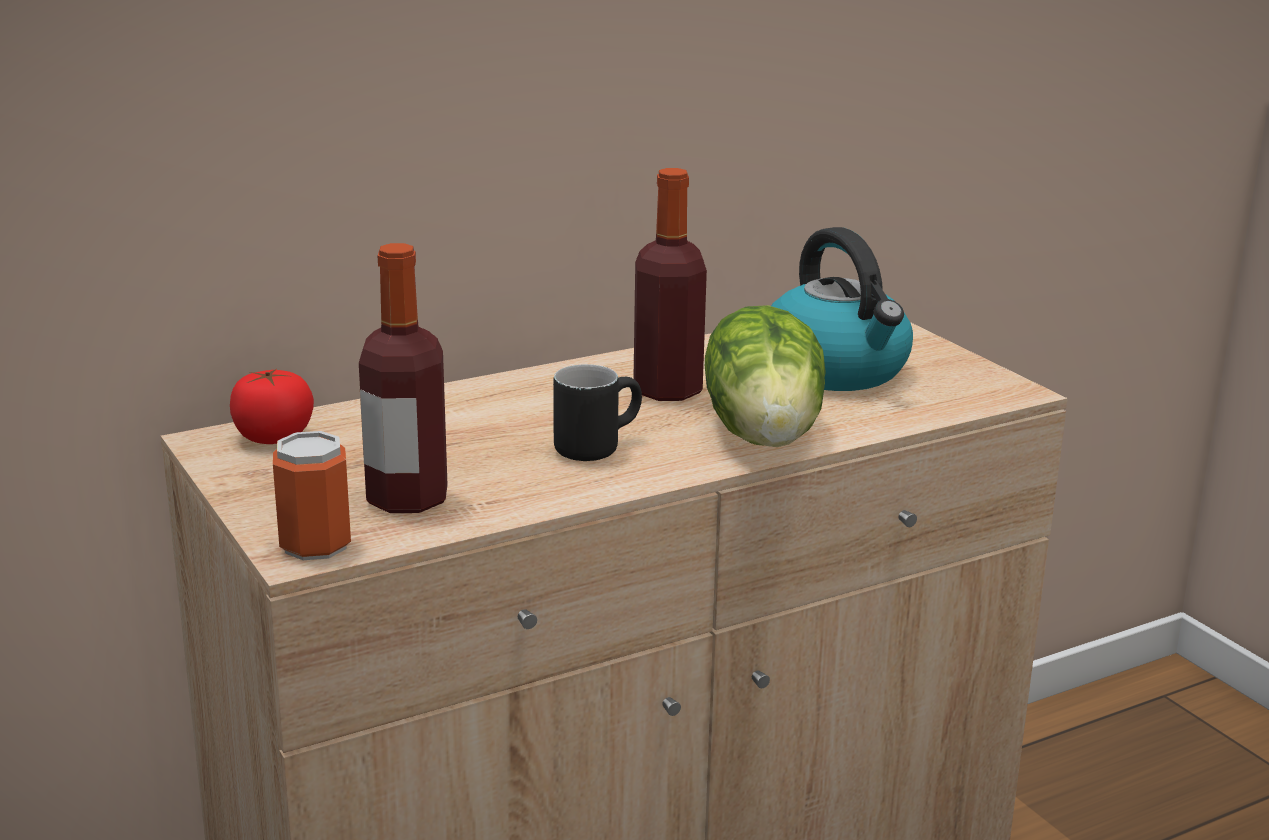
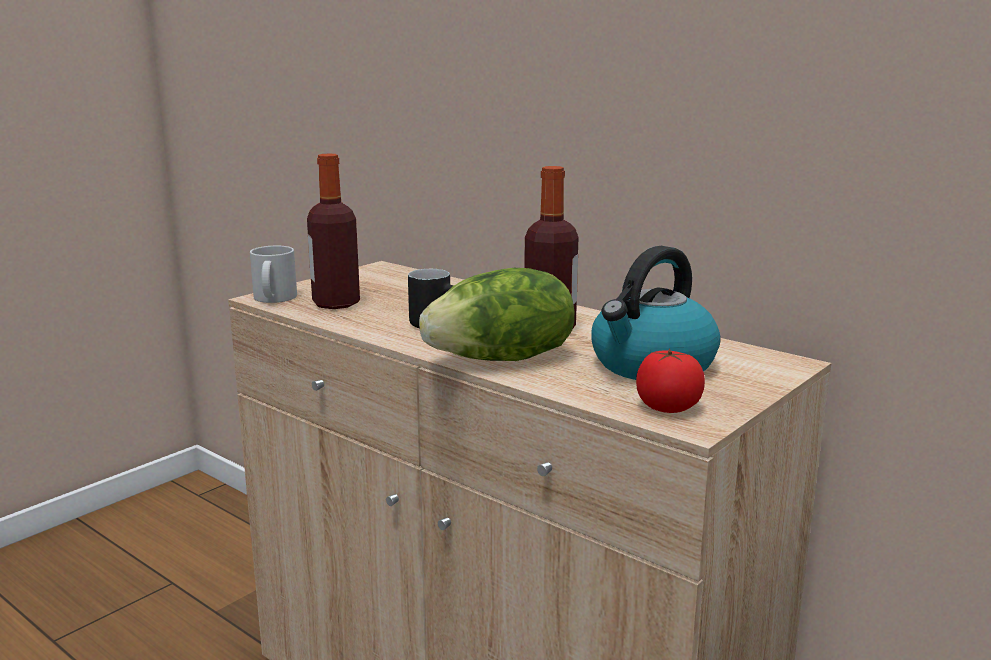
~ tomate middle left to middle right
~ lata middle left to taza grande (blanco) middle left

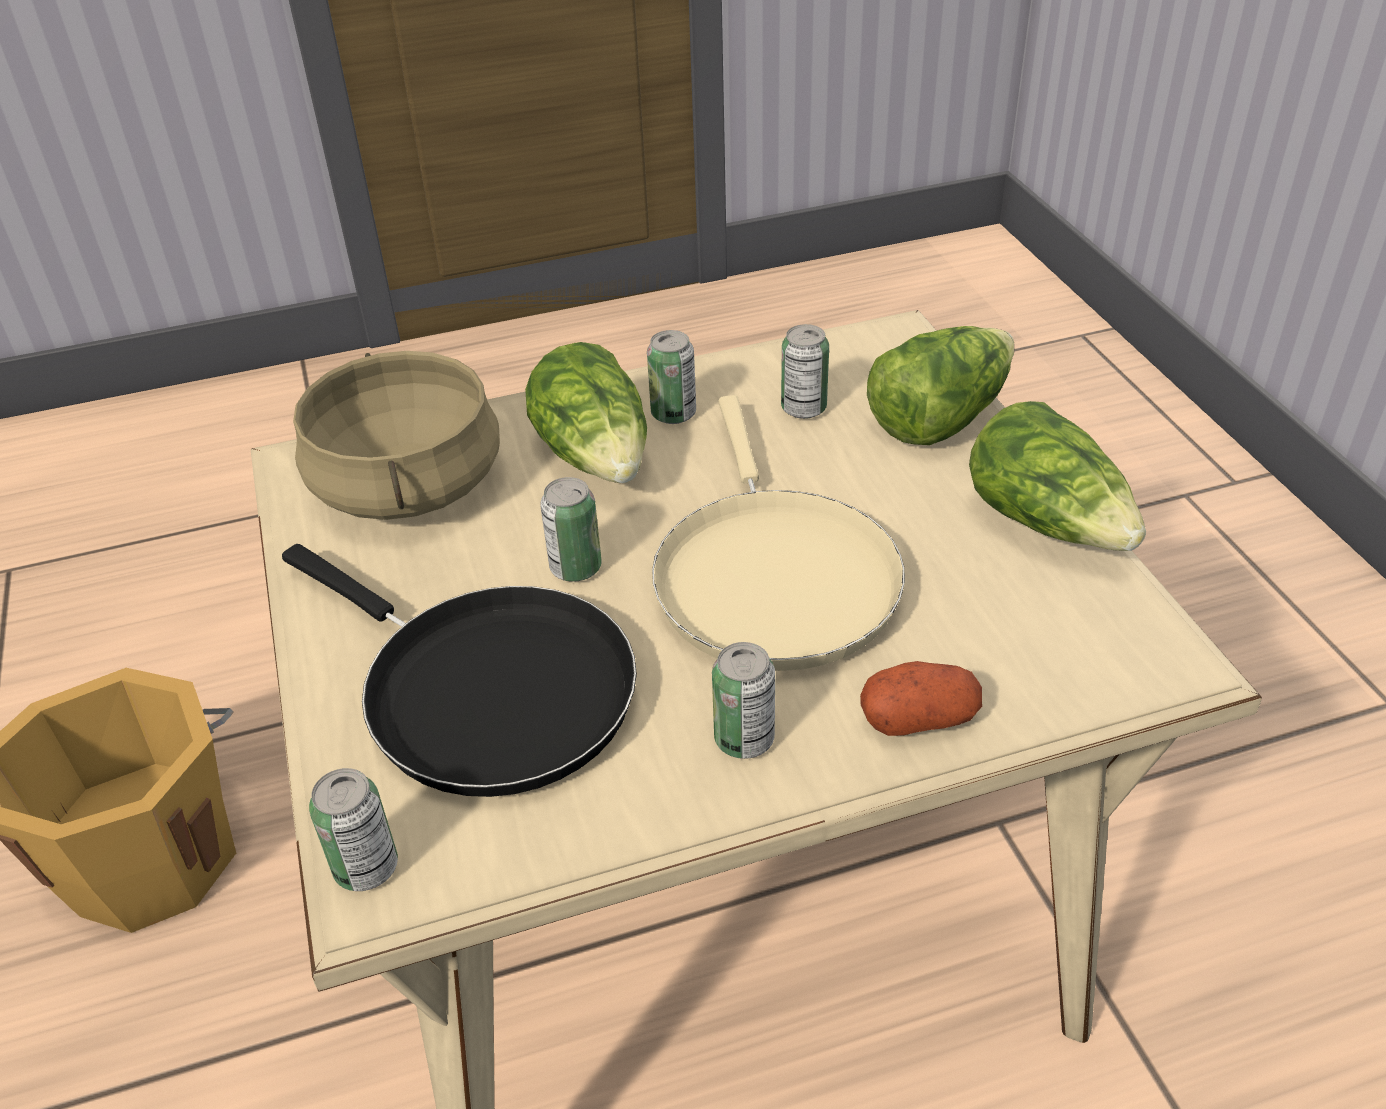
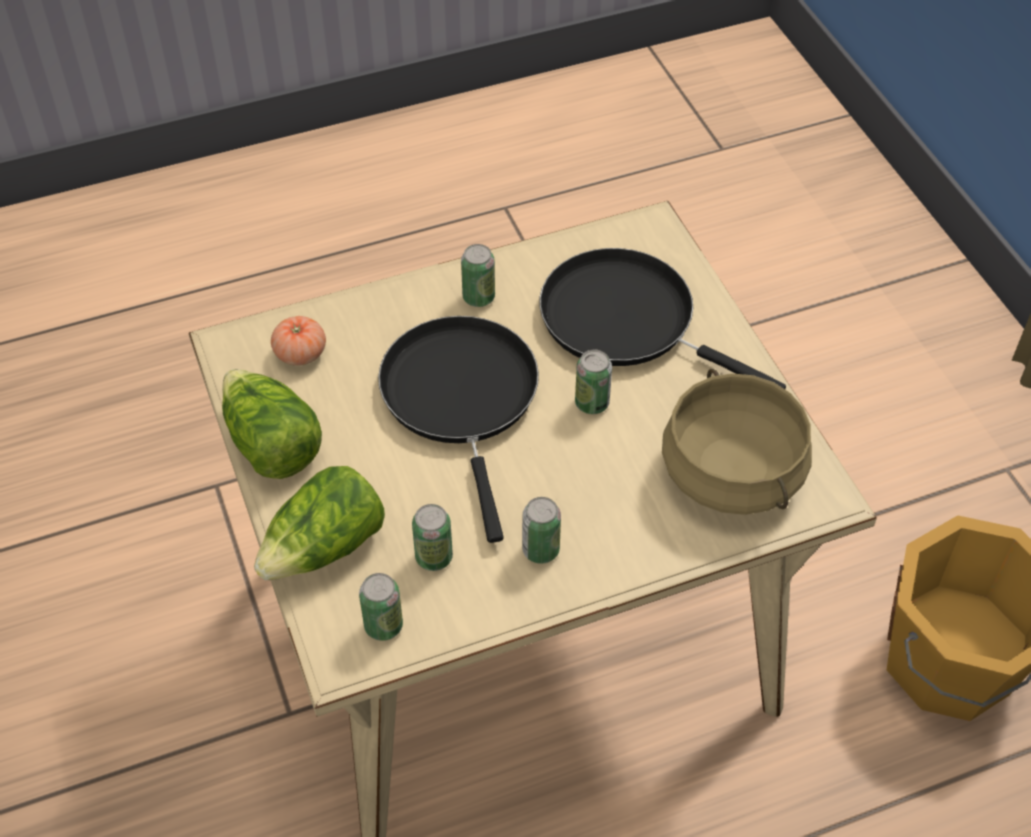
- lechuga (no. 1 from left) centre
- patata centre
+ tomate middle left
~ lata (no. 1 from left) bottom left to bottom centre
~ sartén (beis) centre to sartén (negro) (no. 1 from left) centre

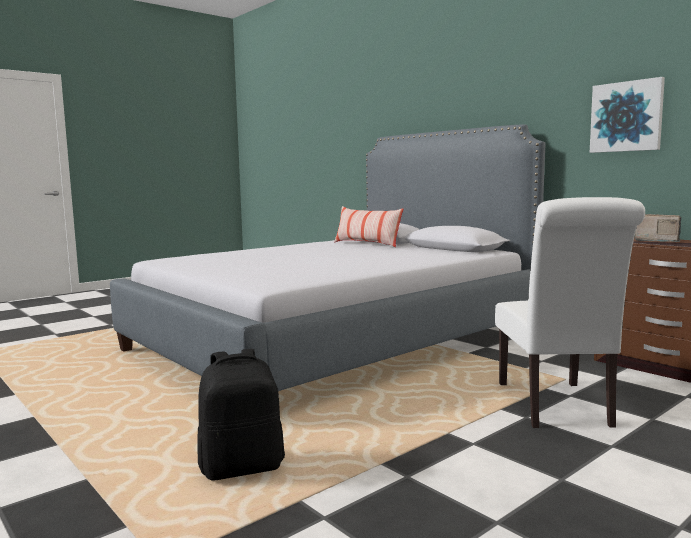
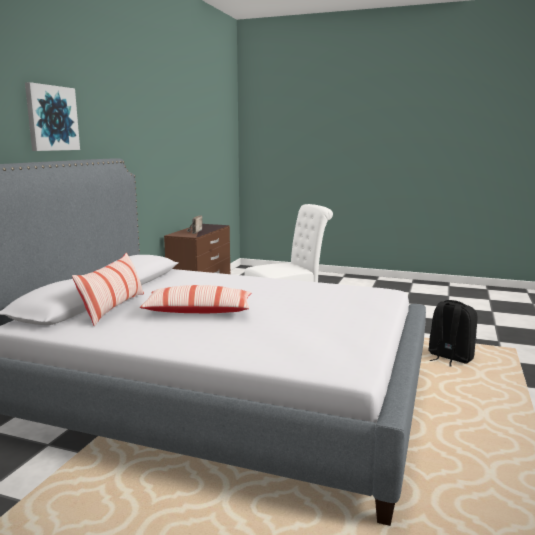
+ cojín (no. 2 from left) centre
~ cuadro top right to top left

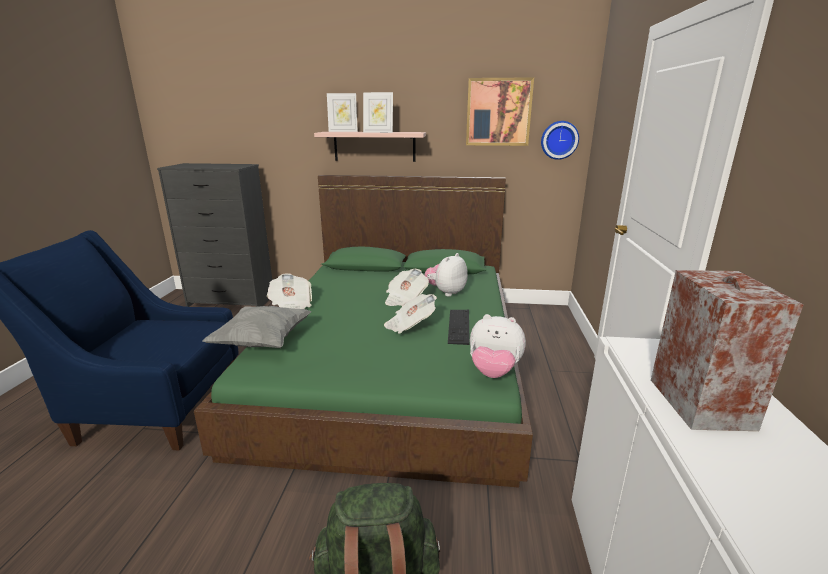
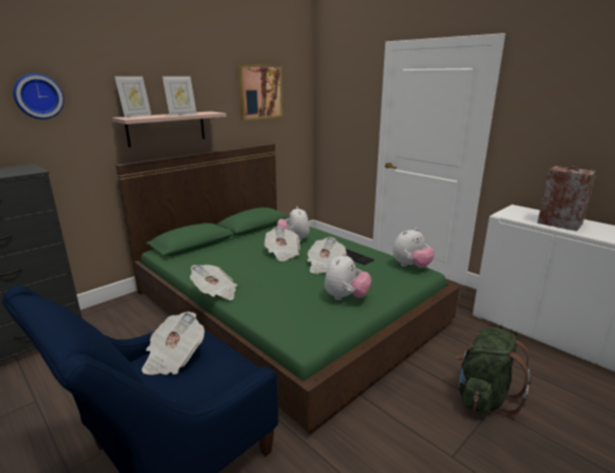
- cojín (gris) middle left
+ periódico (no. 1 from left) bottom left
+ peluche (no. 2 from left) centre
~ reloj de pared top right to top left

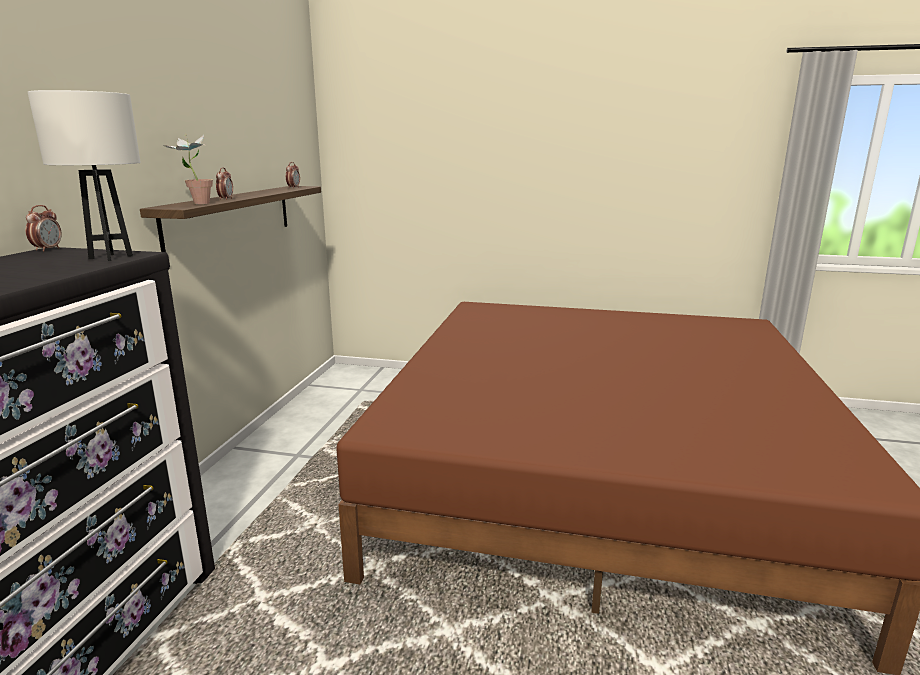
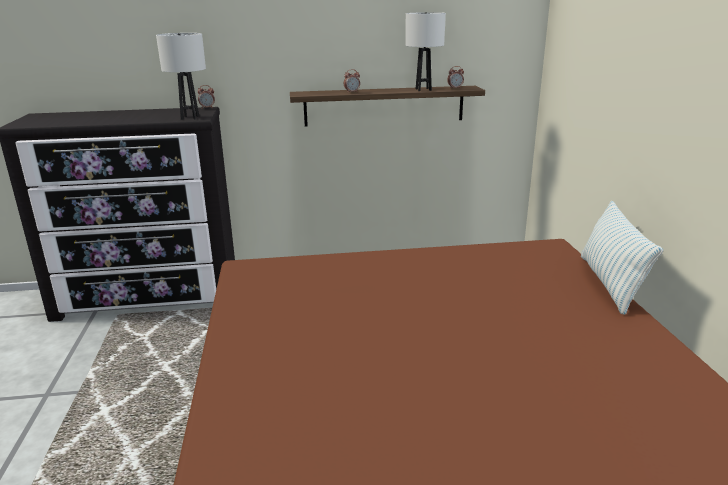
- planta en maceta top left
+ lámpara de mesa (blanco) (no. 2 from left) top centre
+ cojín middle right

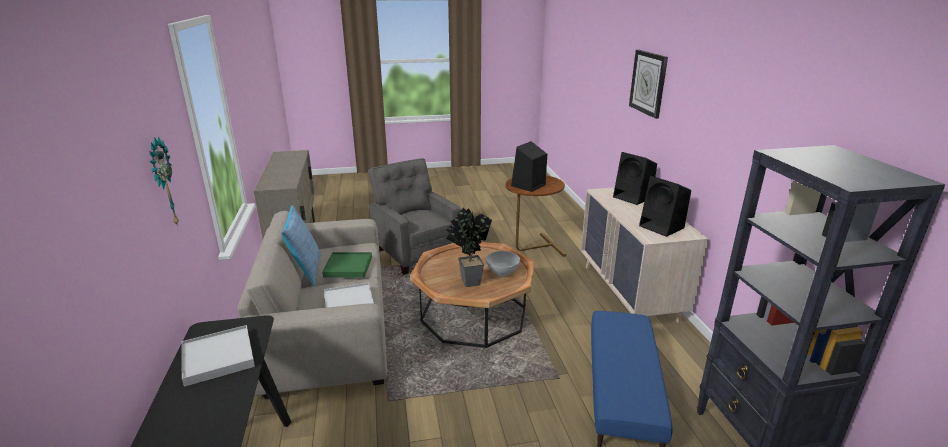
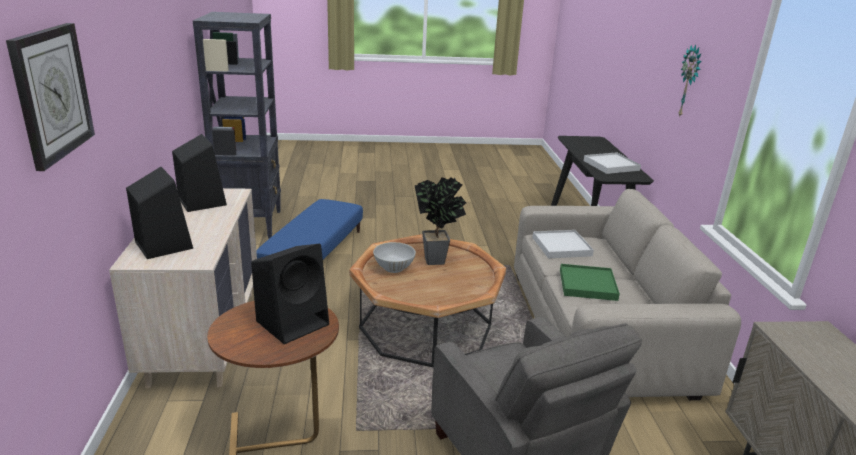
- cojín middle left

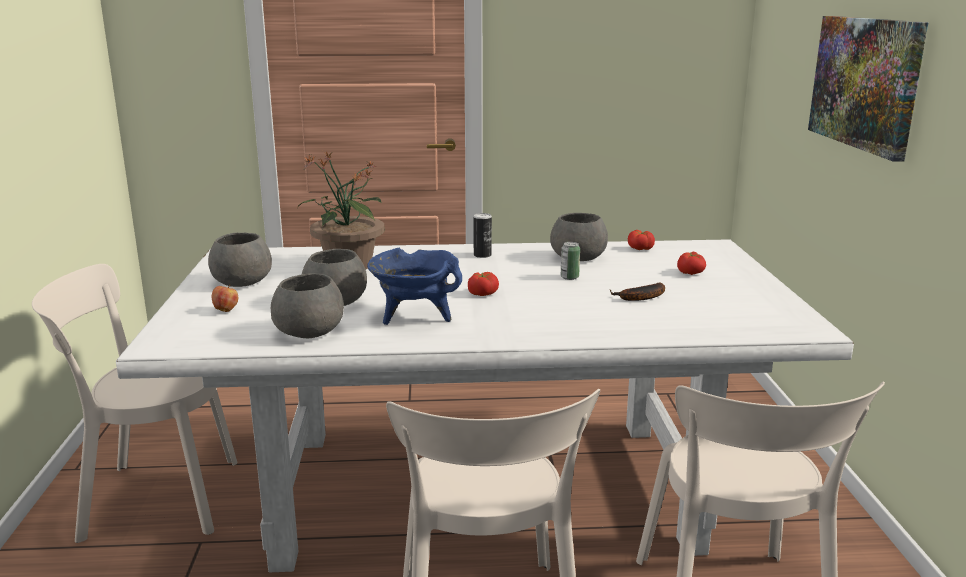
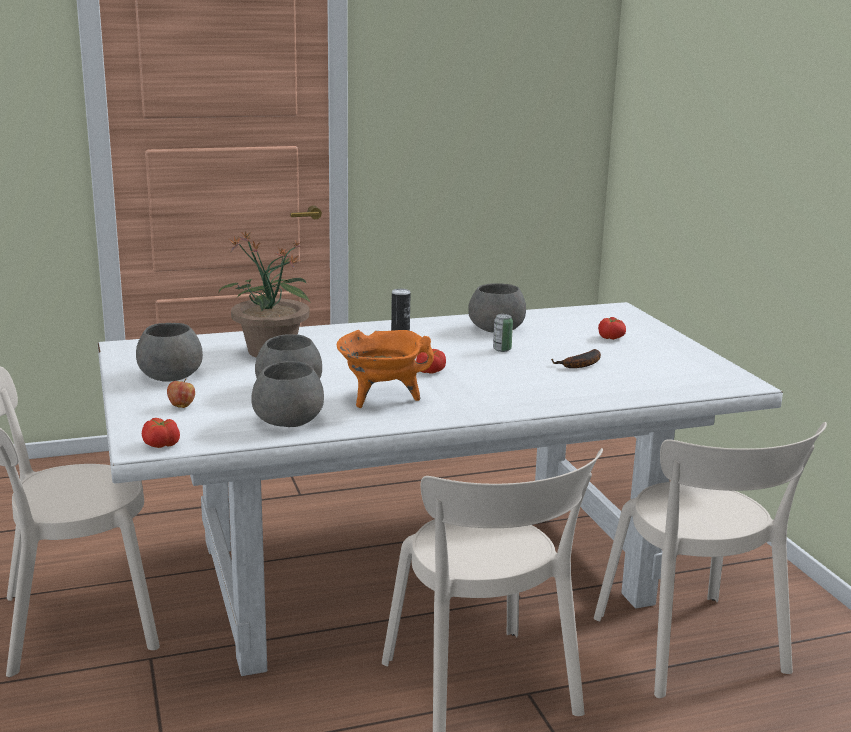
- cuadro top right
~ tomate (no. 2 from left in the first image) centre to tomate (no. 1 from left) middle left
~ olla (azul) centre to olla (naranja) centre

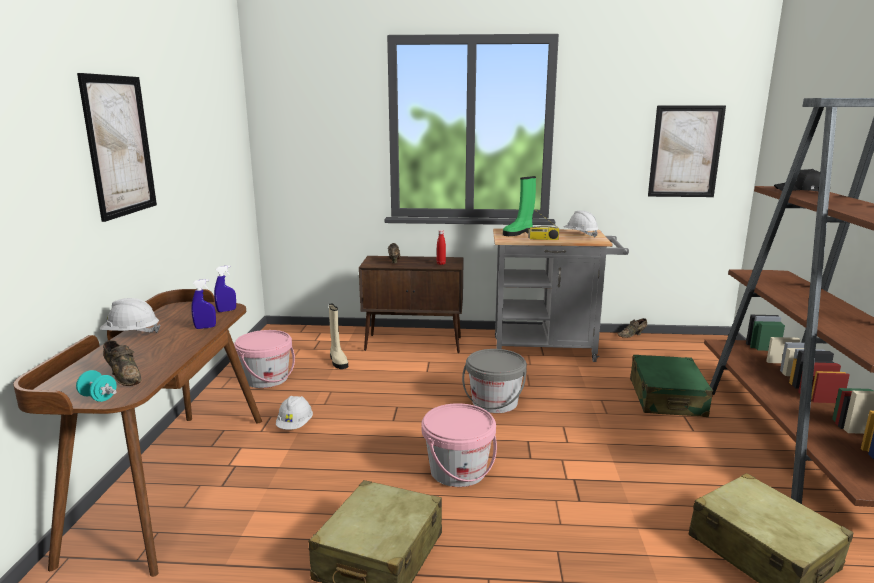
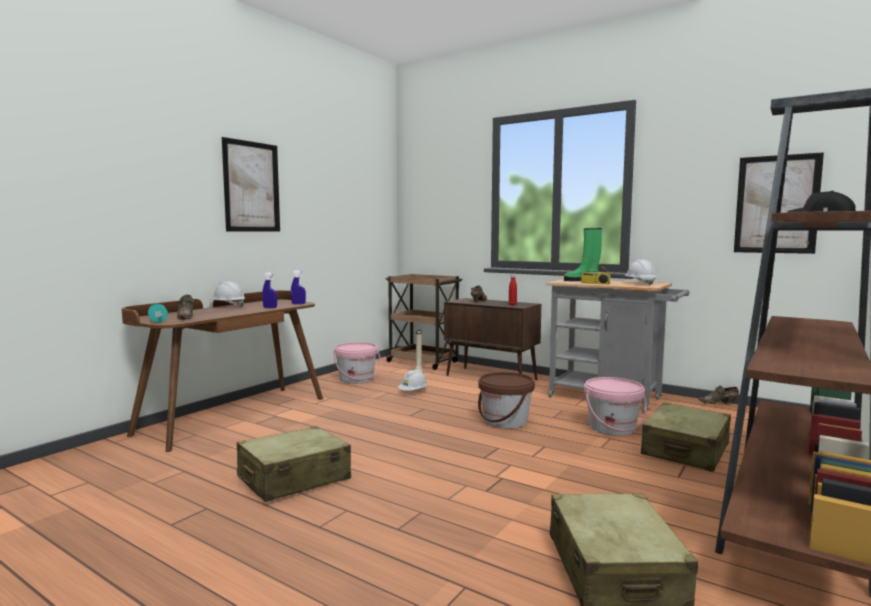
+ carrito (marrón) centre
~ casco (blanco) (no. 2 from left) bottom centre to centre
~ cubo (rosa) (no. 2 from left) bottom centre to bottom right
~ cubo (gris) centre to cubo (marrón) centre
~ maleta (verde) middle right to maleta (beis) (no. 3 from left) bottom right

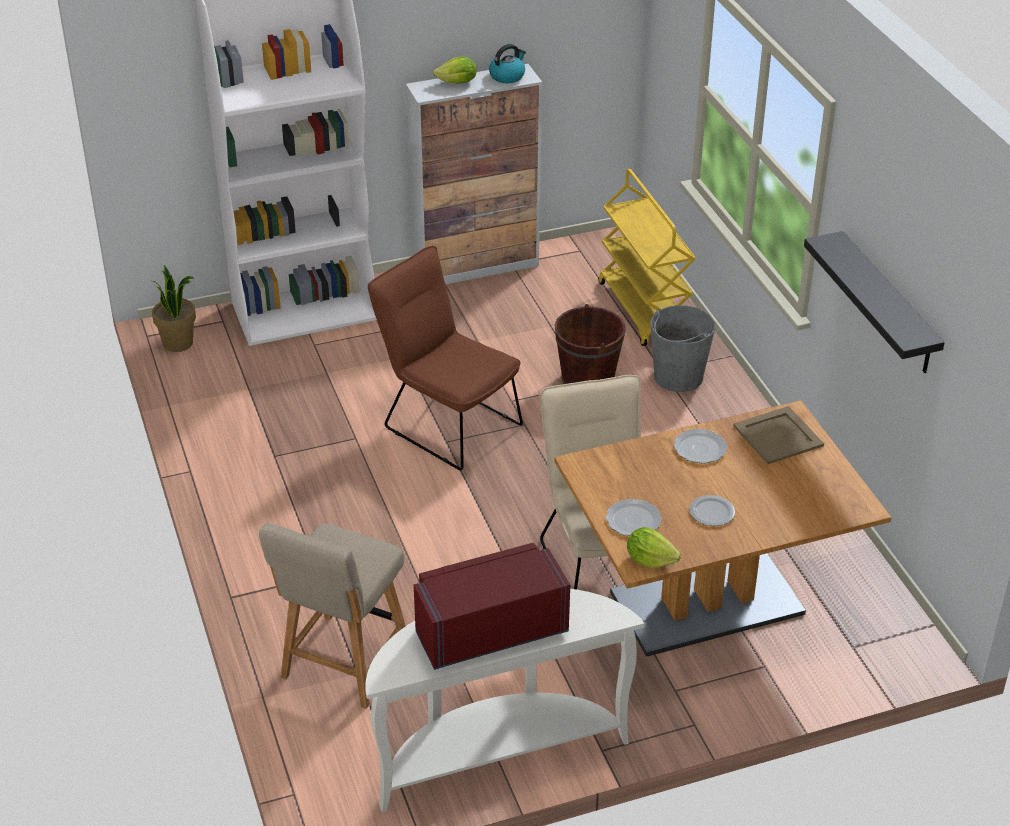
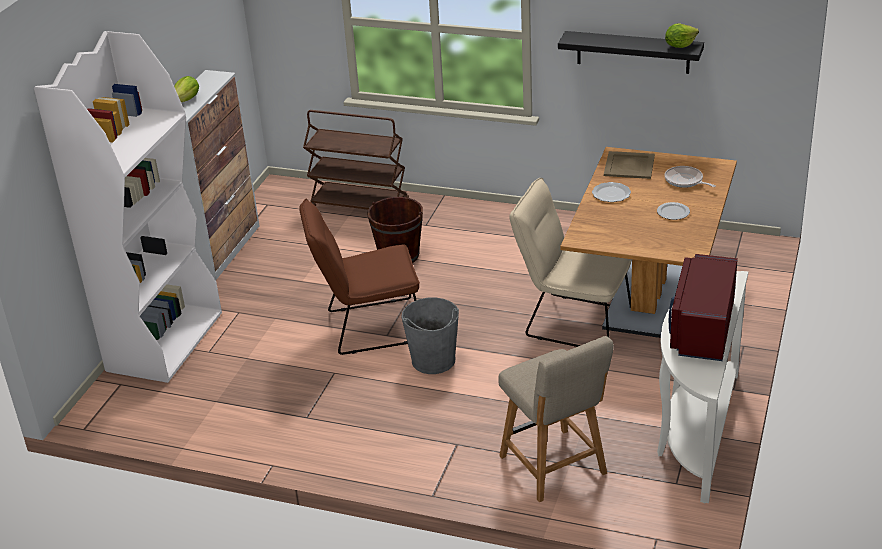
- planta en maceta middle left
- hervidor top centre
- plato (no. 1 from left) centre
+ sartén top right
~ lechuga (no. 2 from left) centre to top right
~ cubo (gris) middle right to centre
~ carrito (amarillo) top centre to carrito (marrón) top centre

